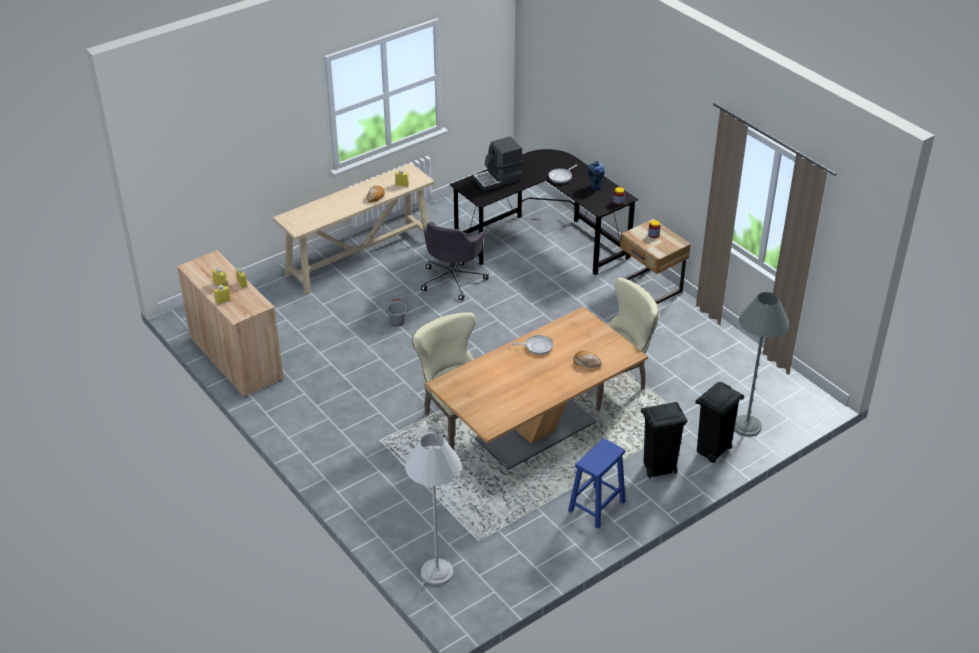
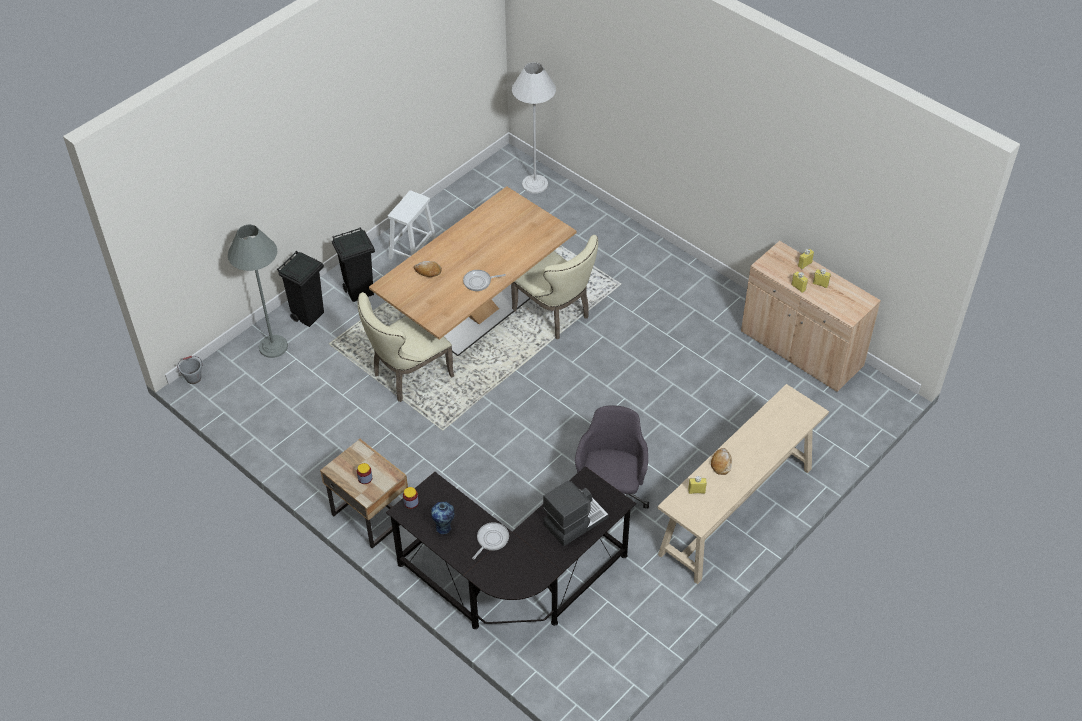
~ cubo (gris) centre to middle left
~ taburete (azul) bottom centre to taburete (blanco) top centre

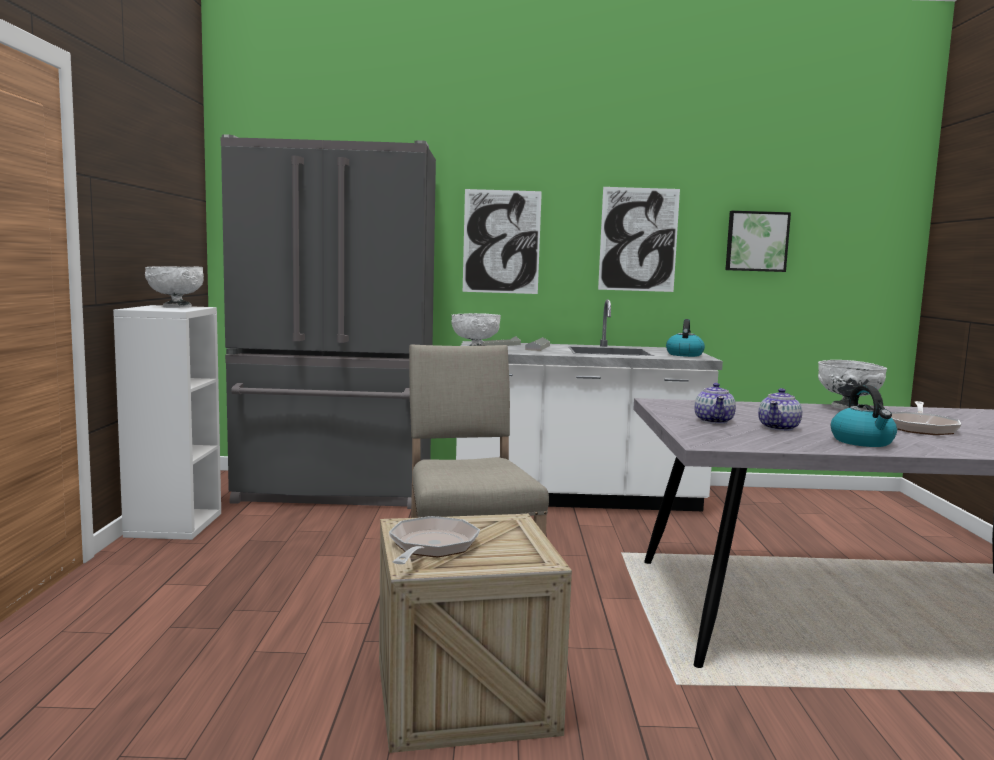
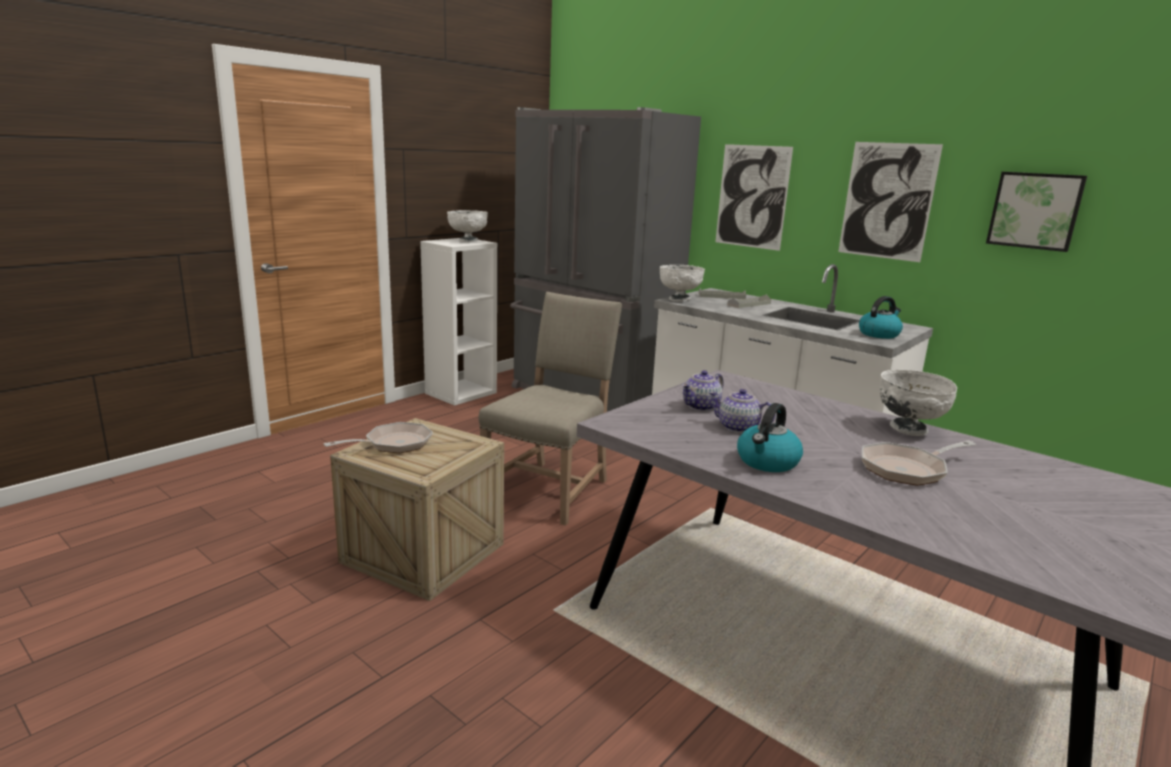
~ tetera (no. 2 from left) middle right = centre 45 degrees clockwise

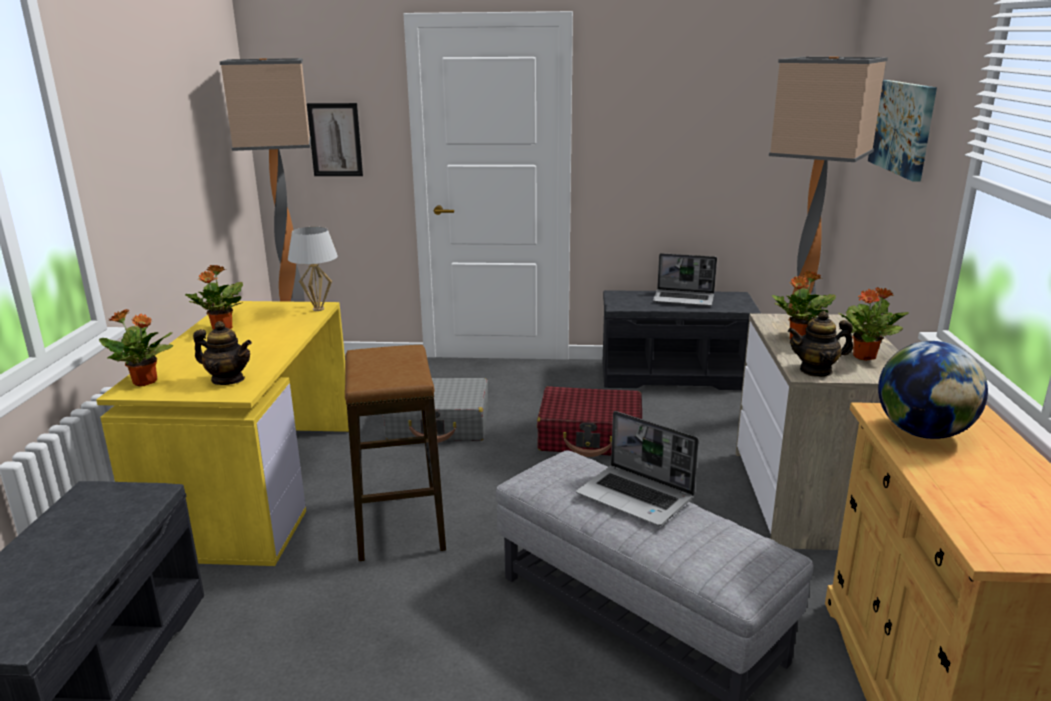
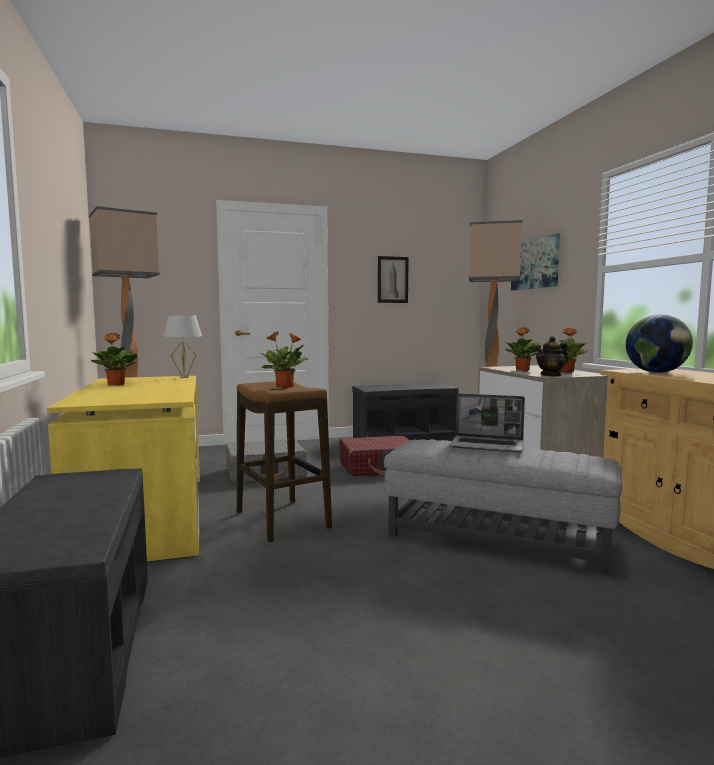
- tetera (no. 1 from left) middle left
- portátil (no. 2 from left) centre
~ planta en maceta (no. 1 from left in the first image) middle left to planta en maceta (no. 2 from left) centre
~ cuadro (no. 1 from left) top left to centre

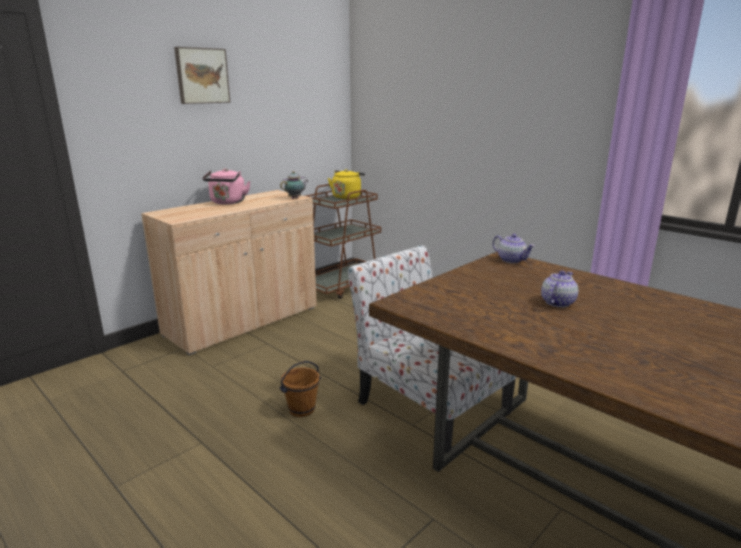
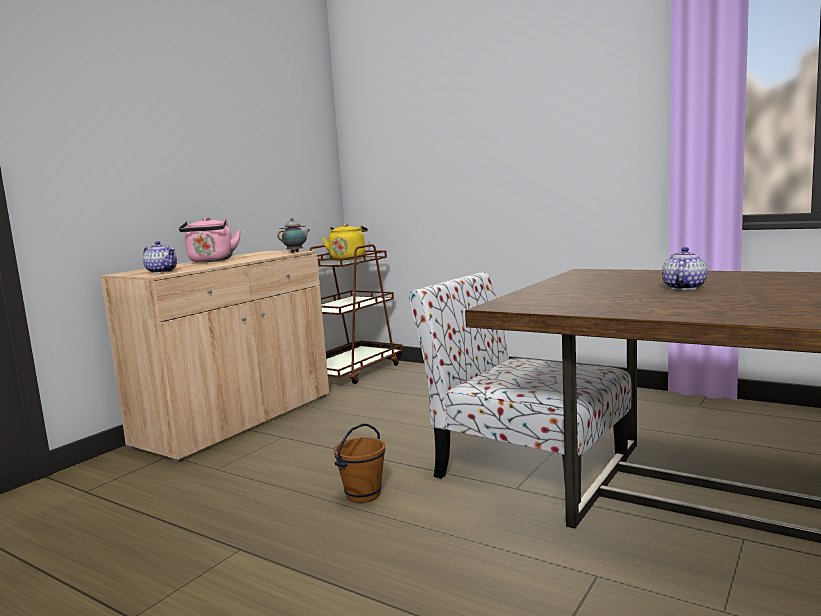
- cuadro top left
~ tetera (no. 2 from left in the first image) middle right to tetera (no. 1 from left) middle left

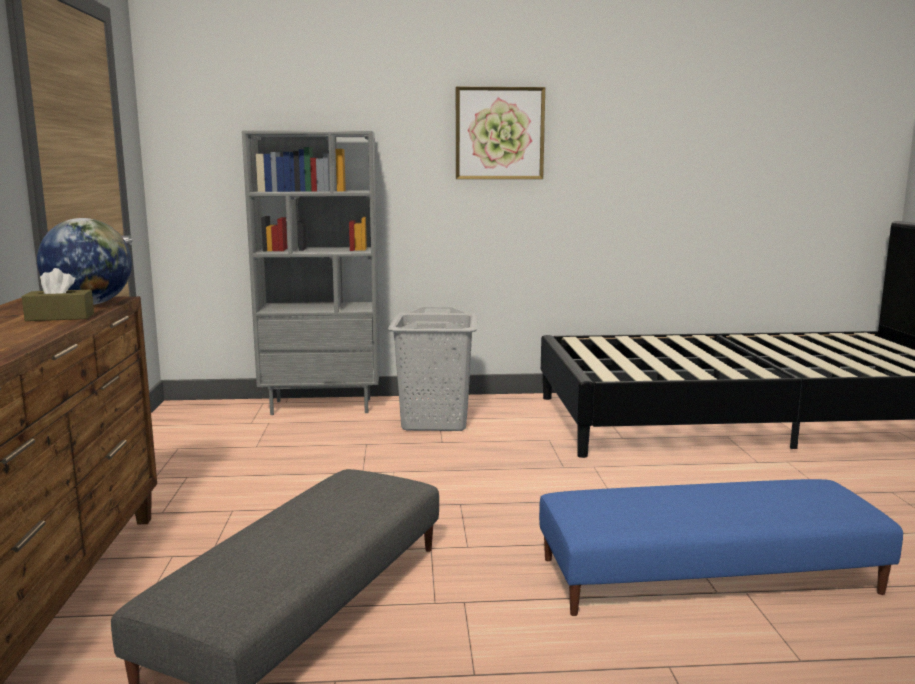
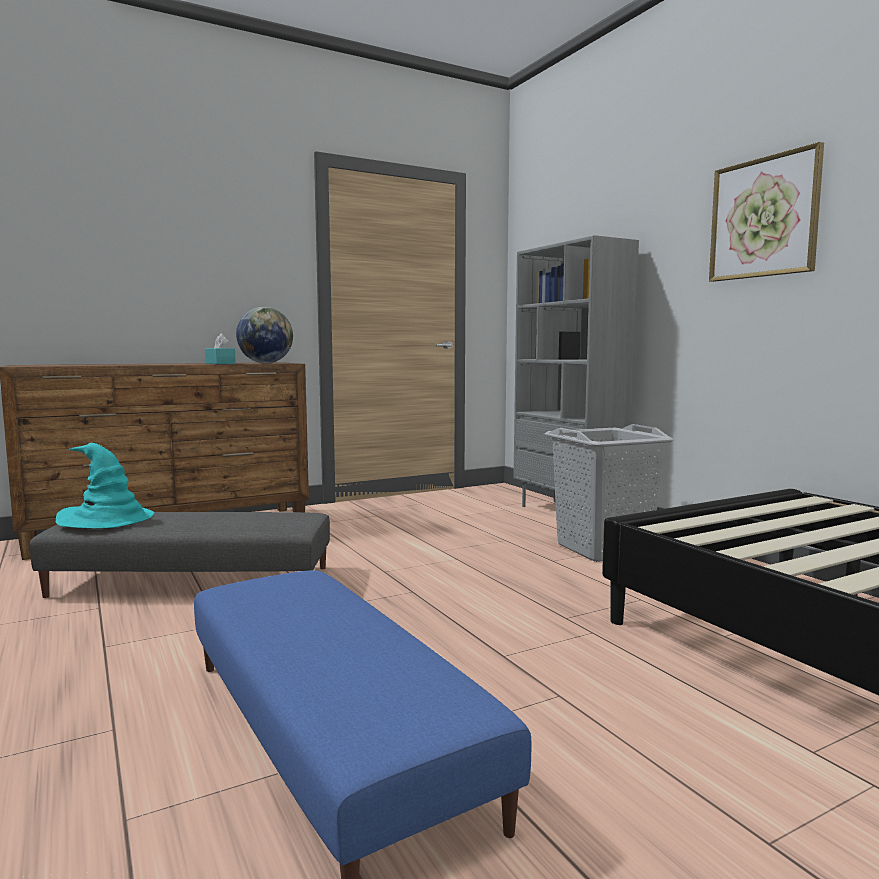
+ sombrero (turquesa) middle left
~ caja de pañuelos (marrón) middle left to caja de pañuelos (turquesa) middle left

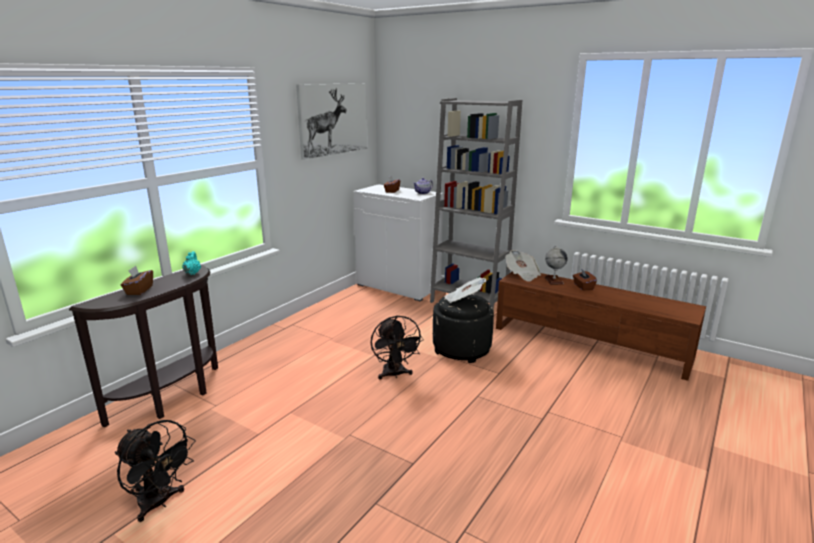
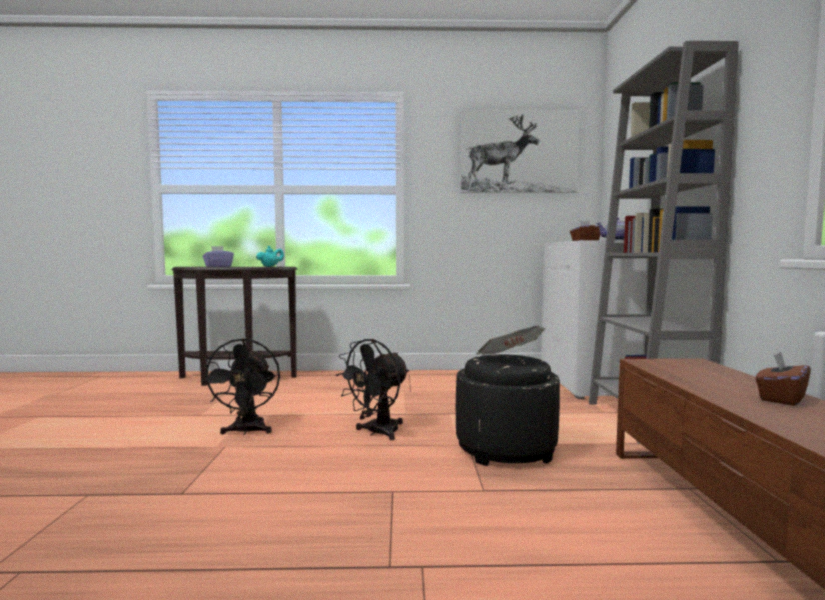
- periódico (no. 2 from left) centre
- globo terráqueo middle right
~ ventilador (negro) (no. 1 from left) bottom left to middle left
~ caja de pañuelos (marrón) (no. 1 from left) middle left to caja de pañuelos (morado) middle left

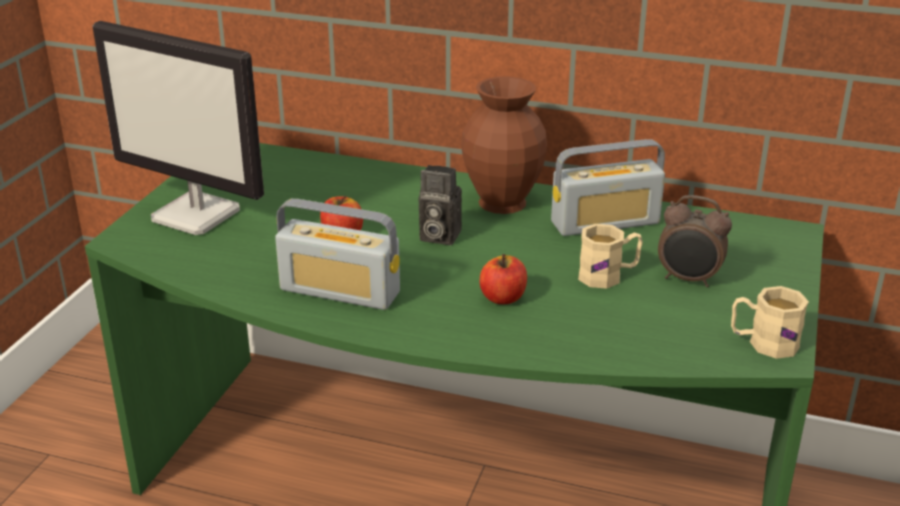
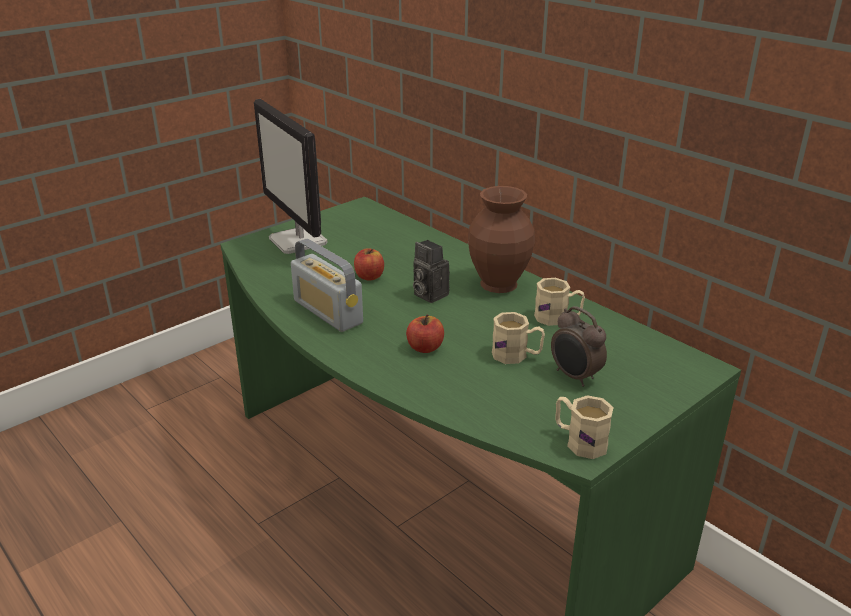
~ radio (no. 2 from left) middle right to taza grande (beis) (no. 2 from left) centre

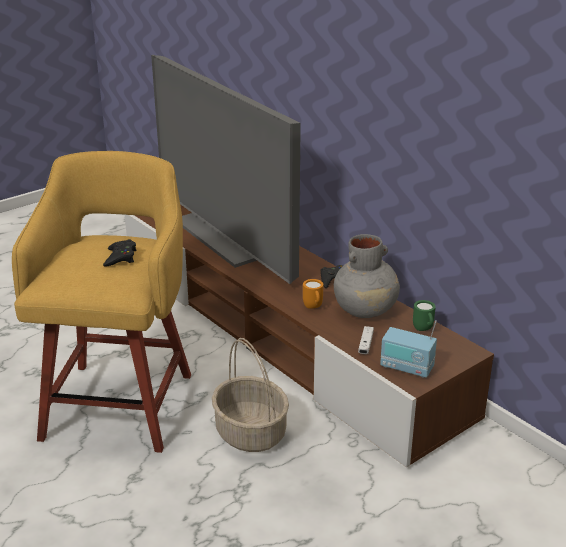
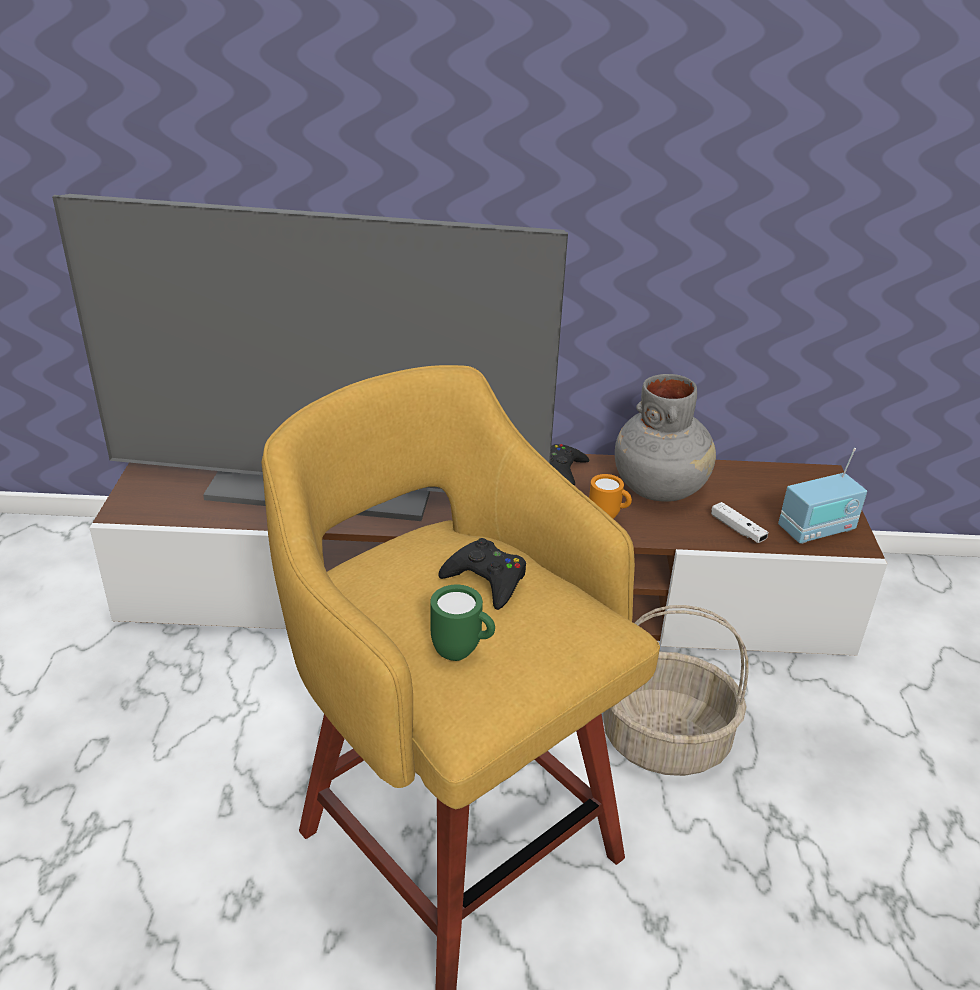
~ taza grande (verde) middle right to centre

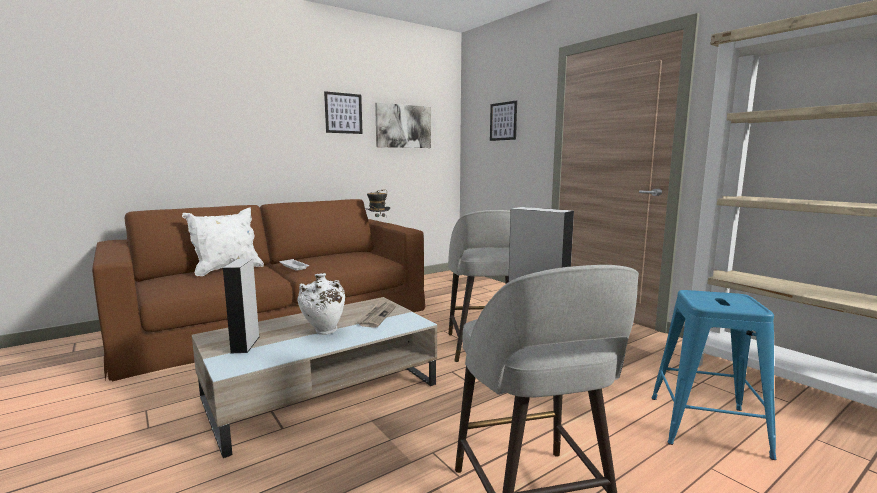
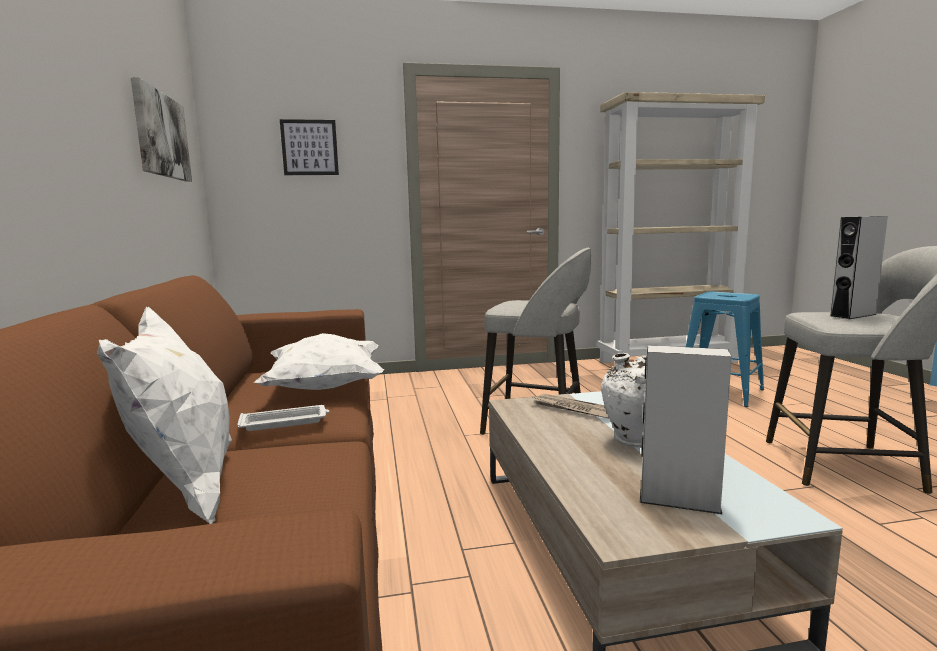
- cuadro (no. 1 from left) top centre
- sombrero centre
+ cojín (blanco) (no. 2 from left) centre

